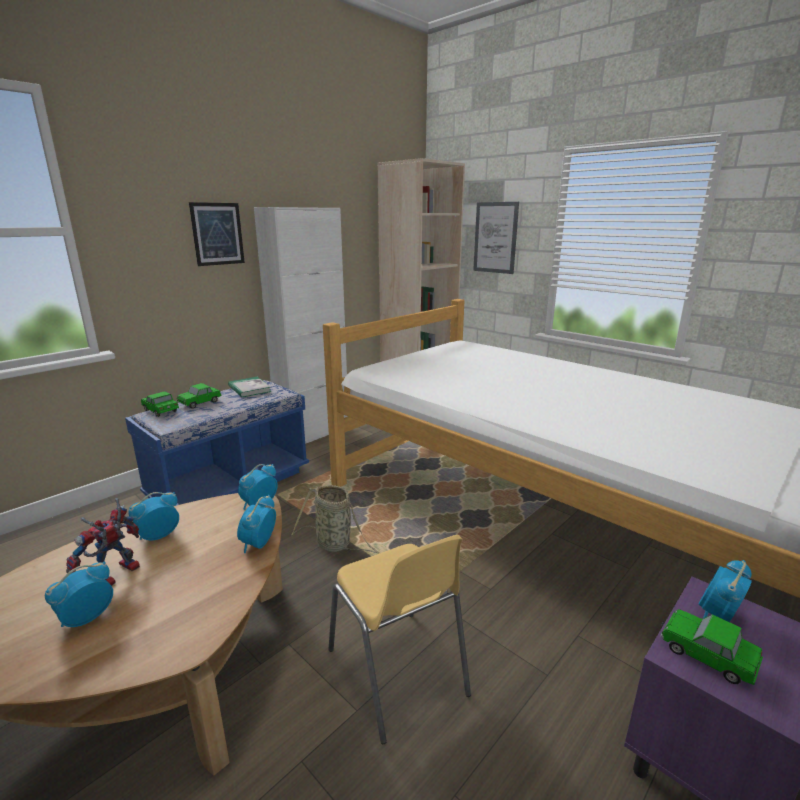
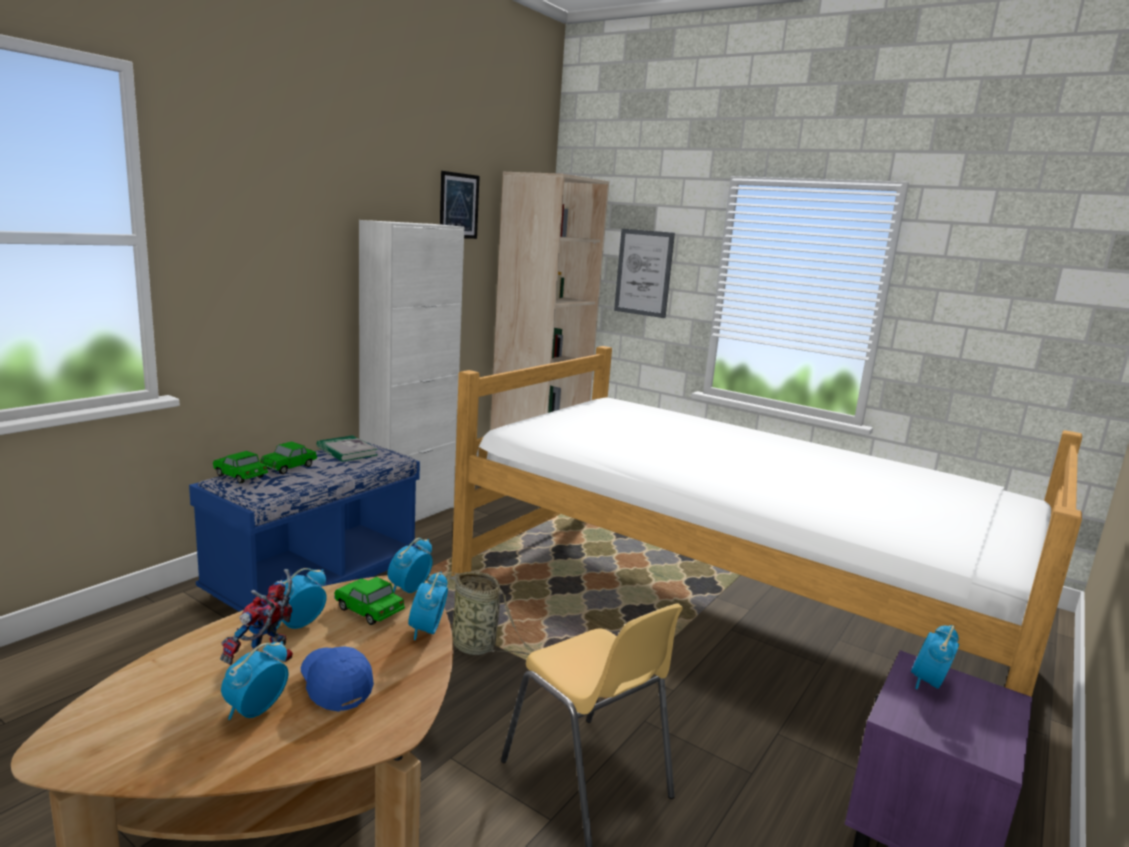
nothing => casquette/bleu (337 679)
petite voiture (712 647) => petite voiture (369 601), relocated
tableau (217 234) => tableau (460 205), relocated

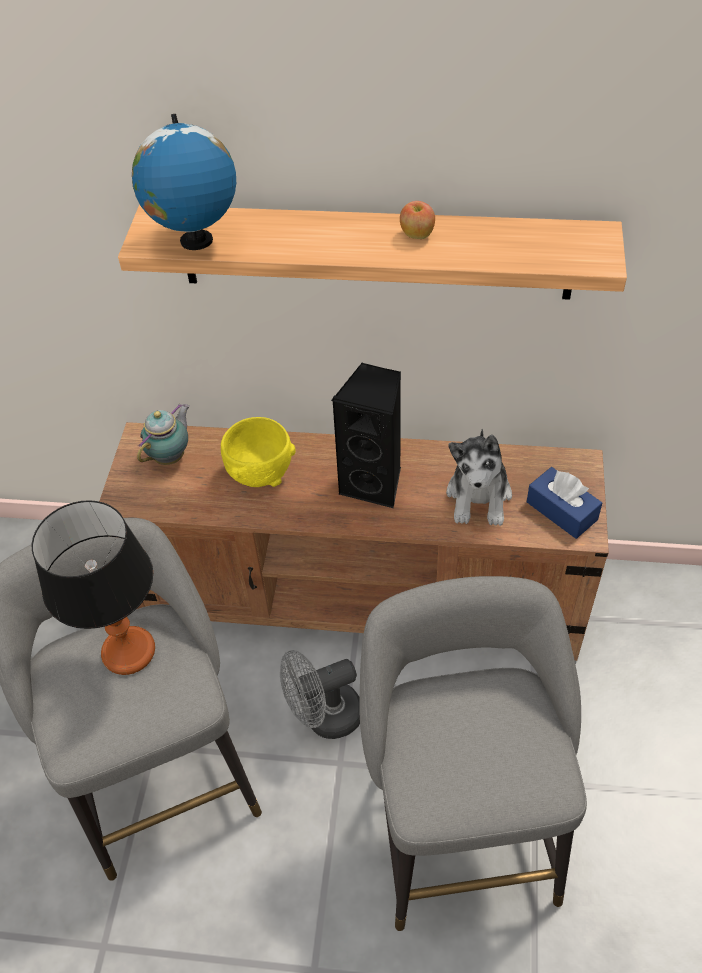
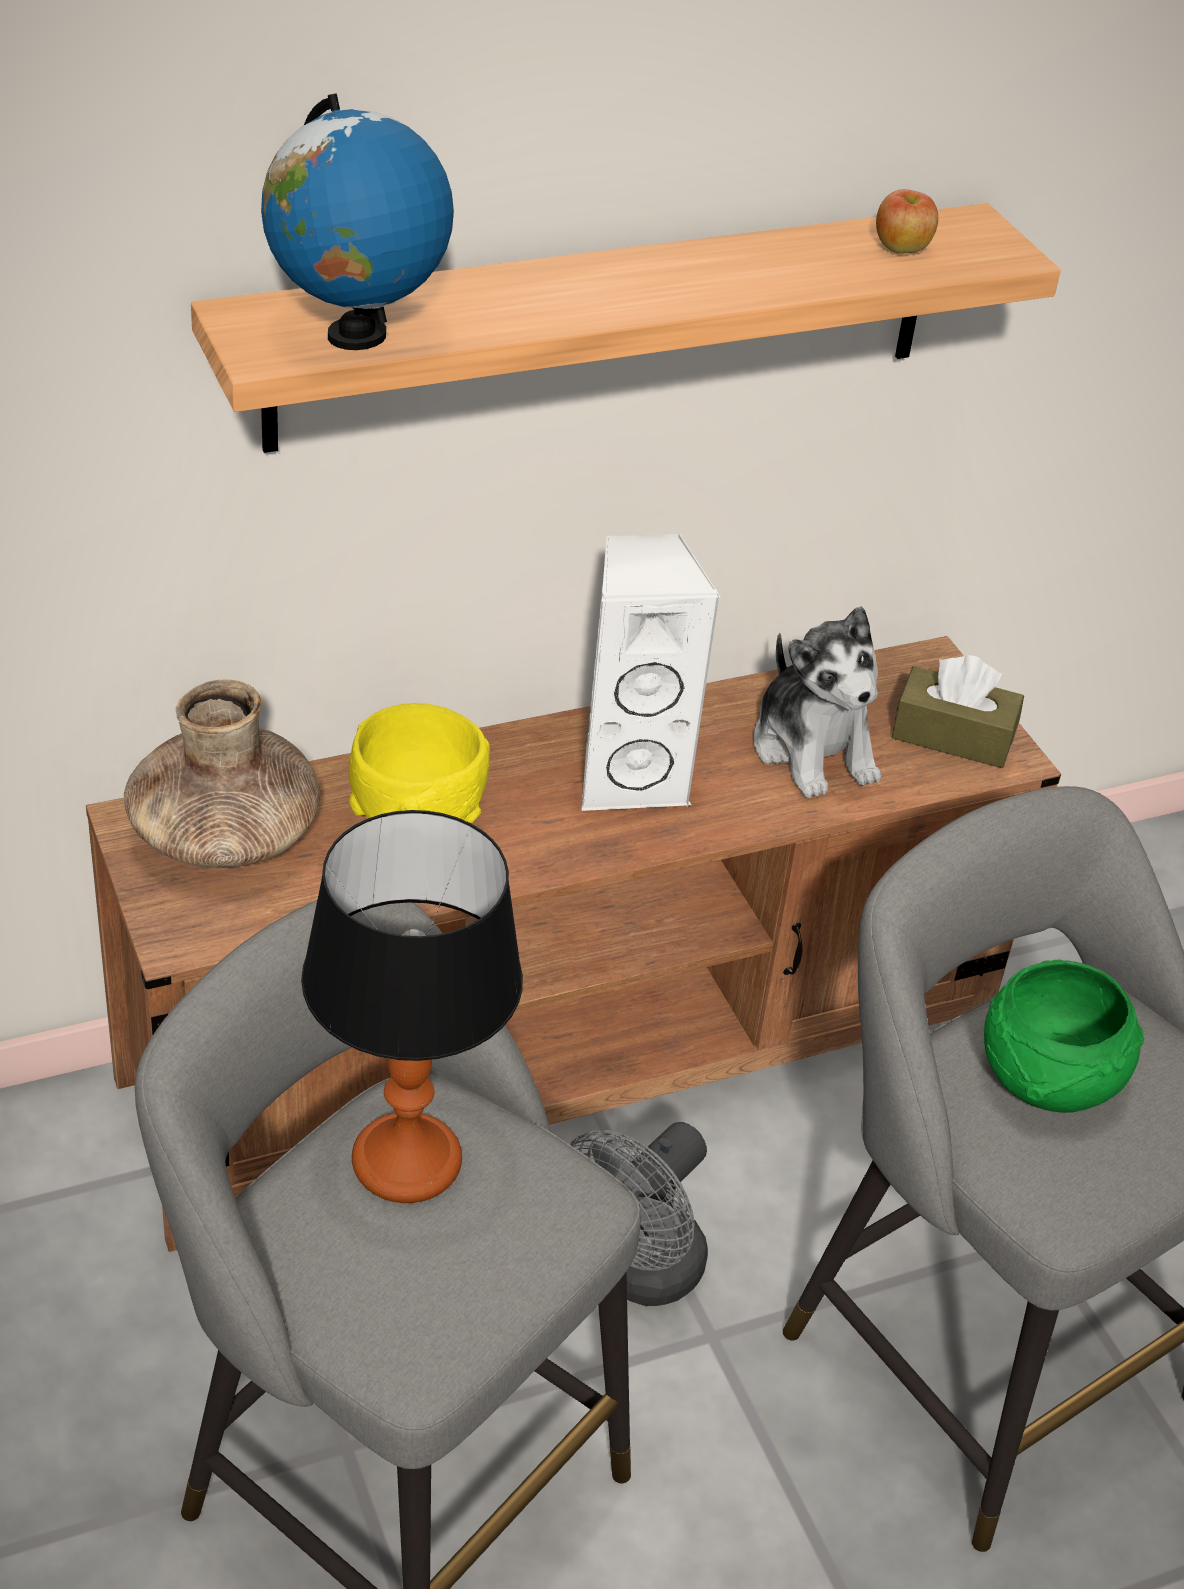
théière (163 434) => vase/marron (222 773)
enceinte/noir (366 435) => enceinte/blanc (651 672)
pomme (417 220) => pomme (907 221), relocated
boîte à mouchoirs/bleu (564 503) => boîte à mouchoirs/marron (958 711)
nothing => bol/vert (1064 1036)

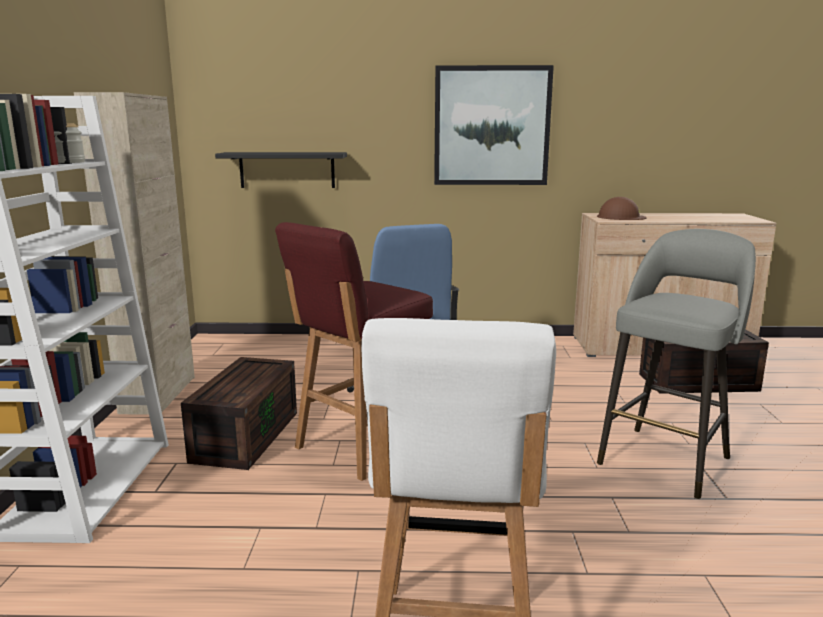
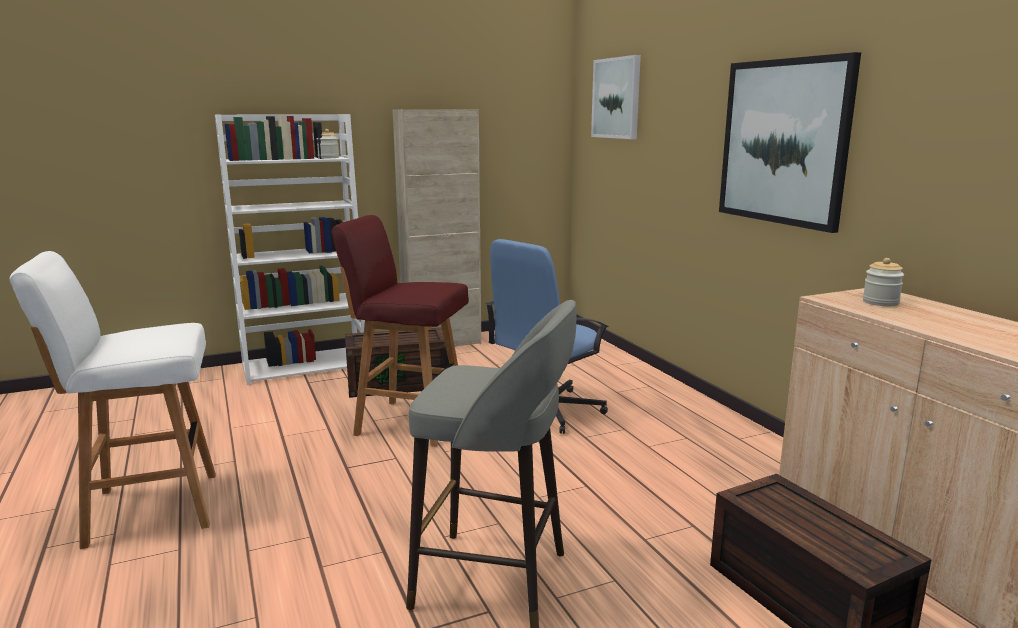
nothing => tableau (616 97)
casque de chantier/marron (622 208) => bocal (883 282)
étagère/noir (281 170) => nothing

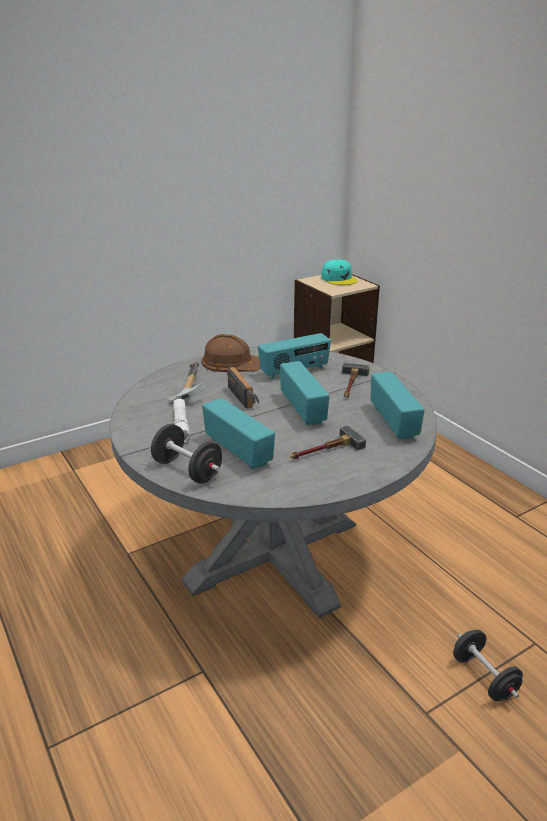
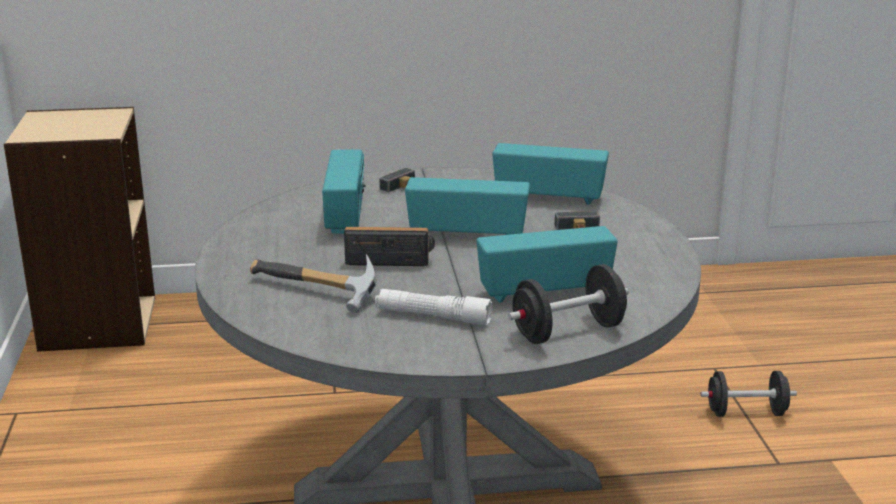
casque de chantier/marron (231 353) => nothing
casquette/turquoise (339 272) => nothing

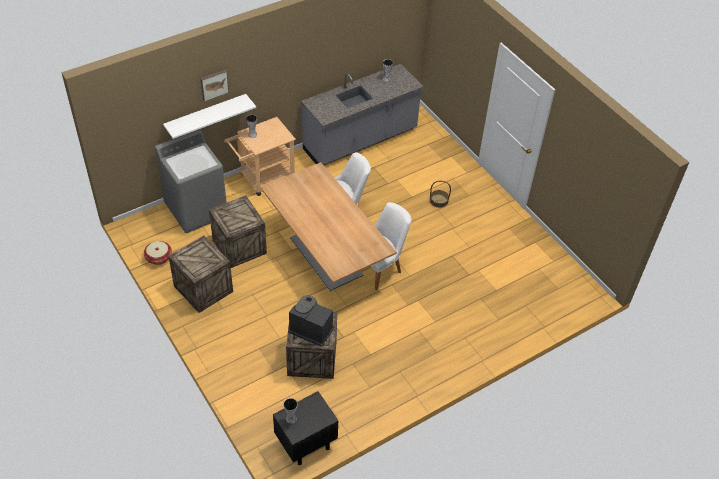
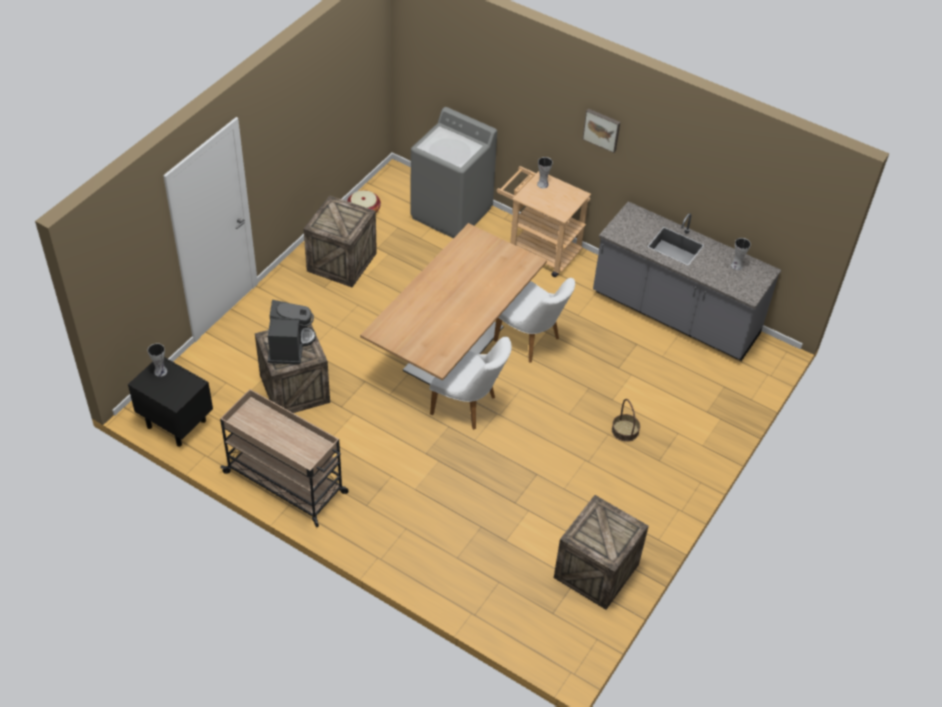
nothing => chariot/beige (284 458)
caisse (238 231) => caisse (601 552), relocated
tableau (214 85) => tableau (601 131), relocated
étagère/blanc (209 116) => nothing

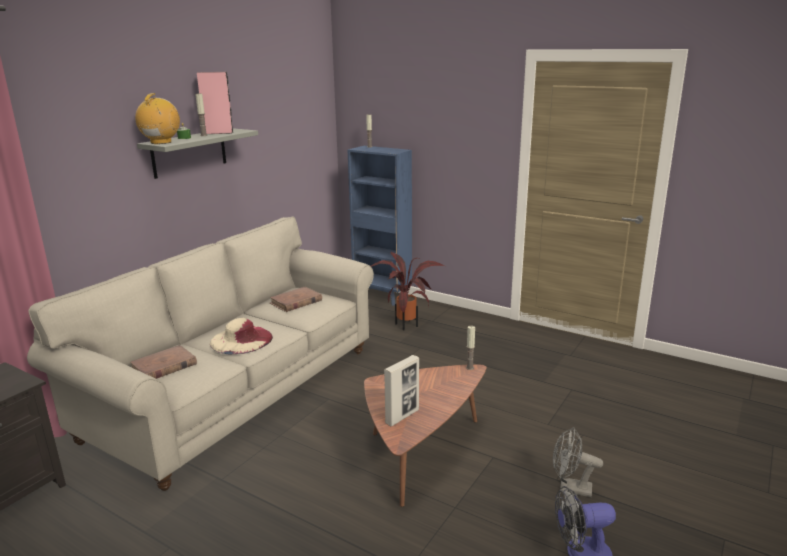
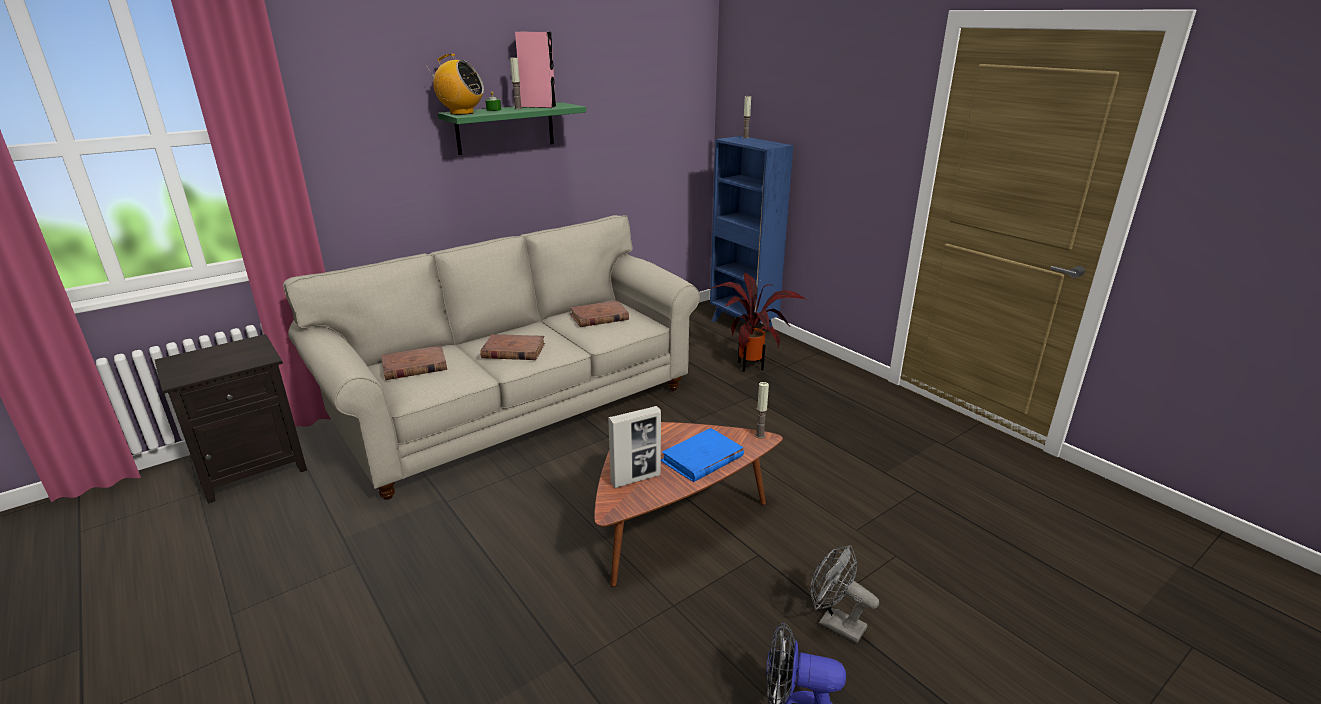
radio (157 118) => radio (455 84), 75 degrees clockwise
étagère/gris (197 153) => étagère/vert (512 129)
chapeau/beige (241 336) => livre/marron (512 347)
nothing => livre/bleu (702 455)

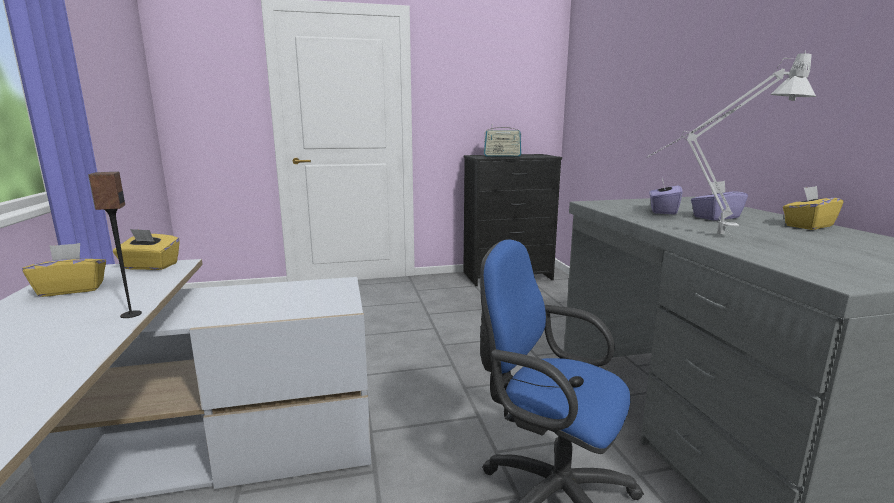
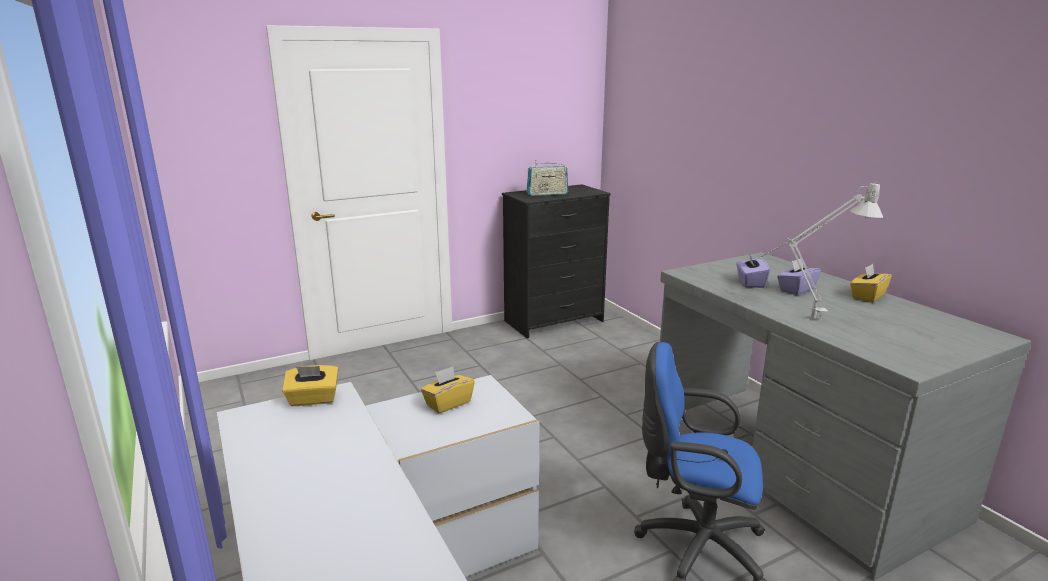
boîte à mouchoirs/jaune (64 270) => boîte à mouchoirs/jaune (448 390), relocated
enceinte (115 245) => nothing

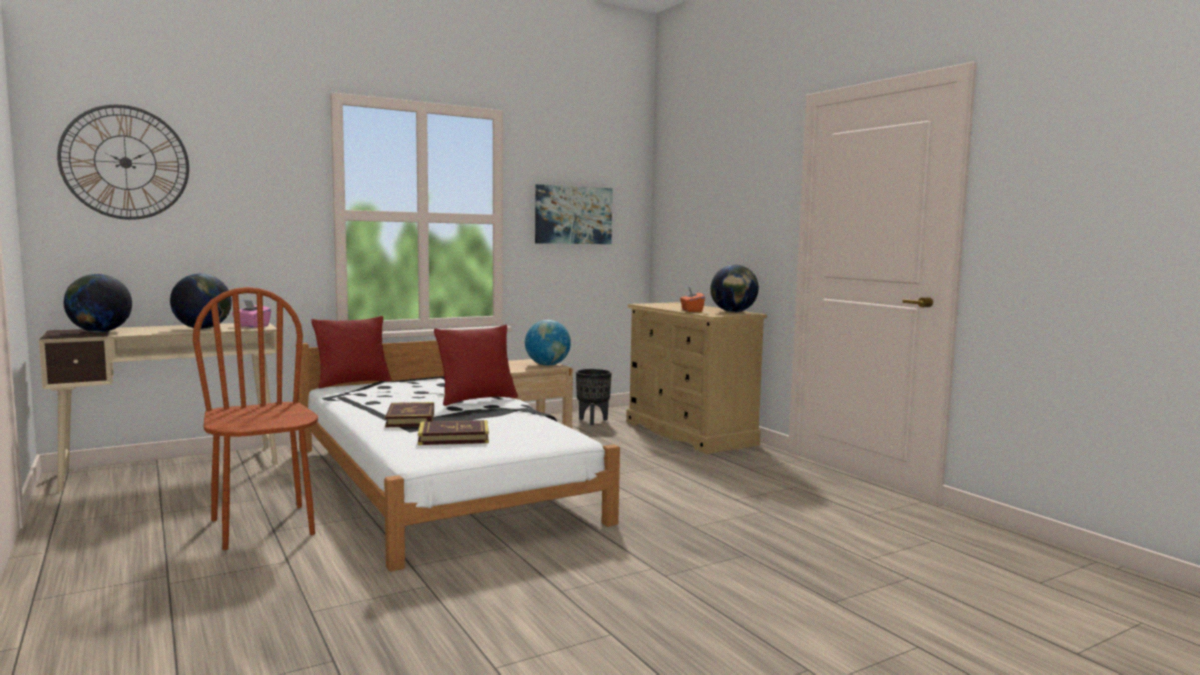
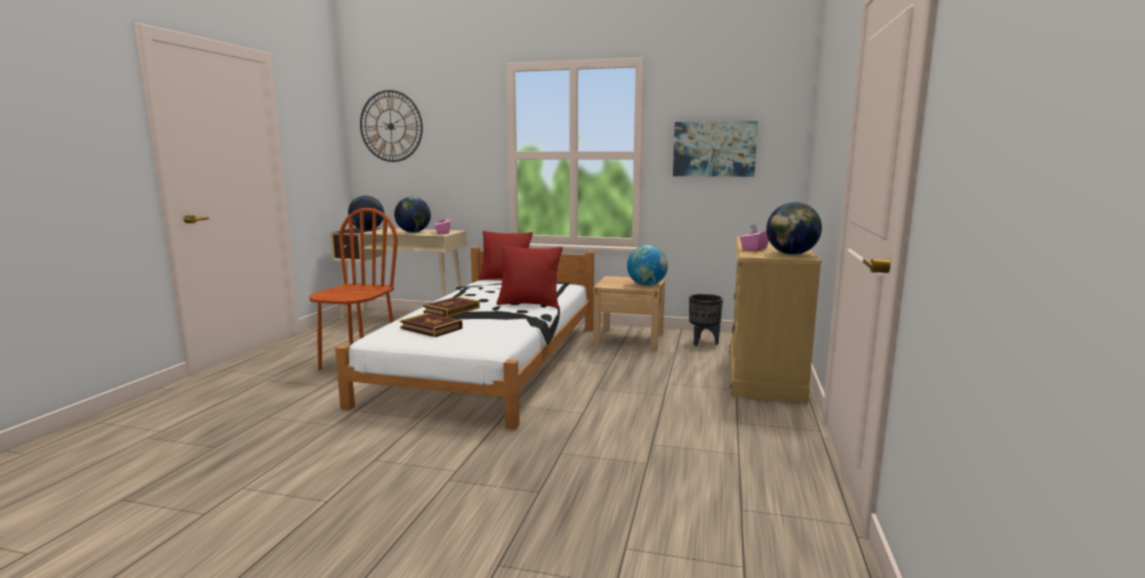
boîte à mouchoirs/orange (692 299) => boîte à mouchoirs/rose (754 237)

